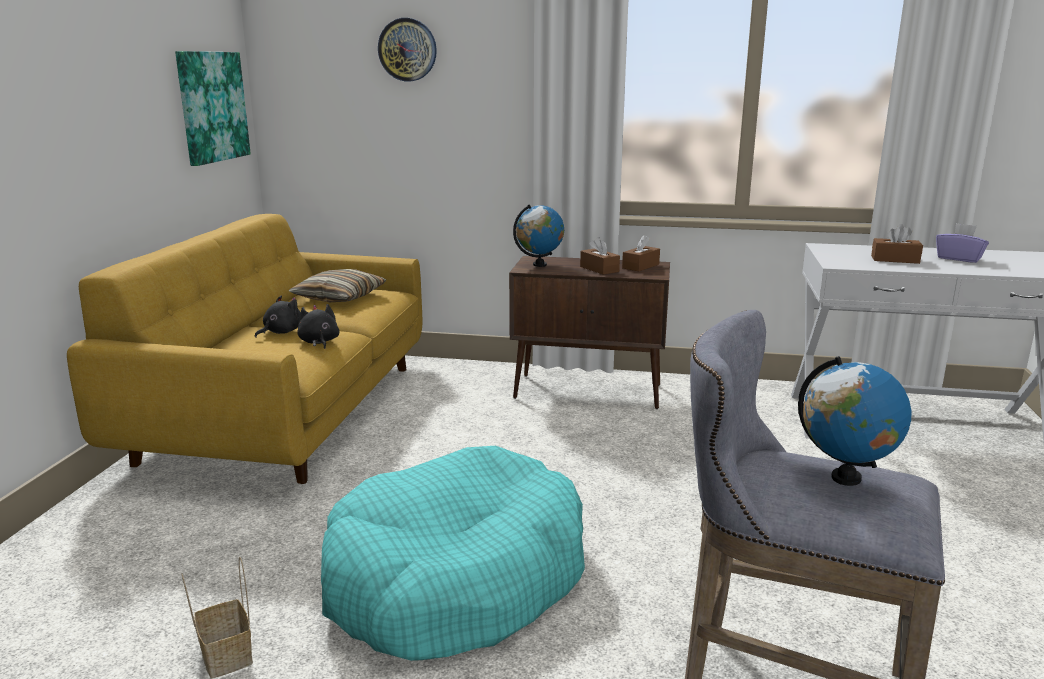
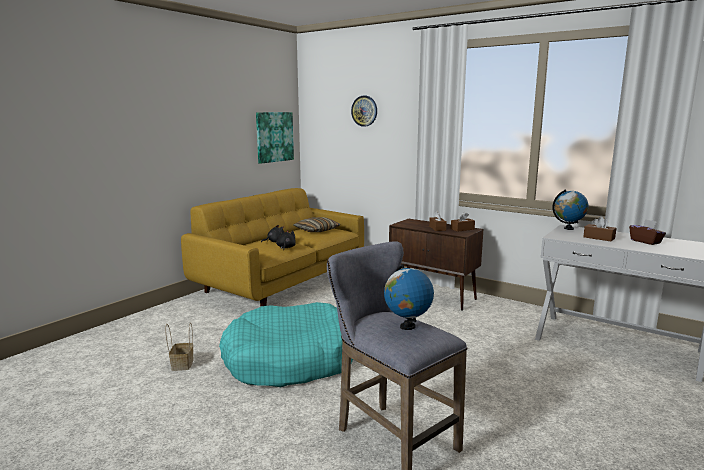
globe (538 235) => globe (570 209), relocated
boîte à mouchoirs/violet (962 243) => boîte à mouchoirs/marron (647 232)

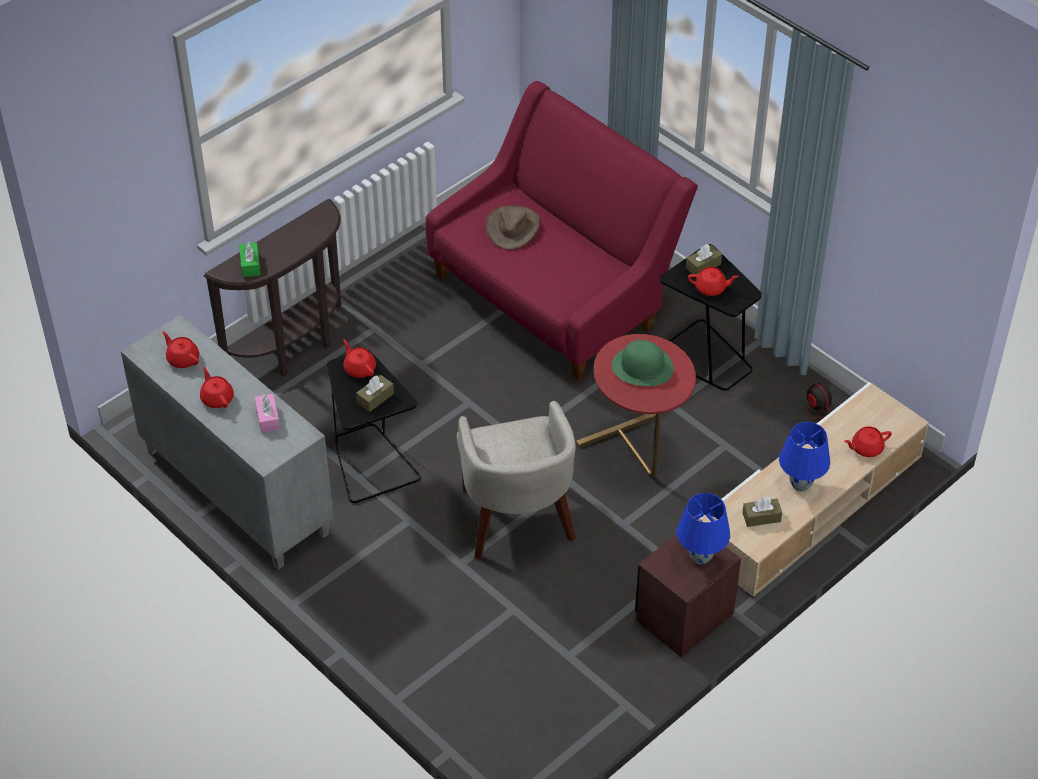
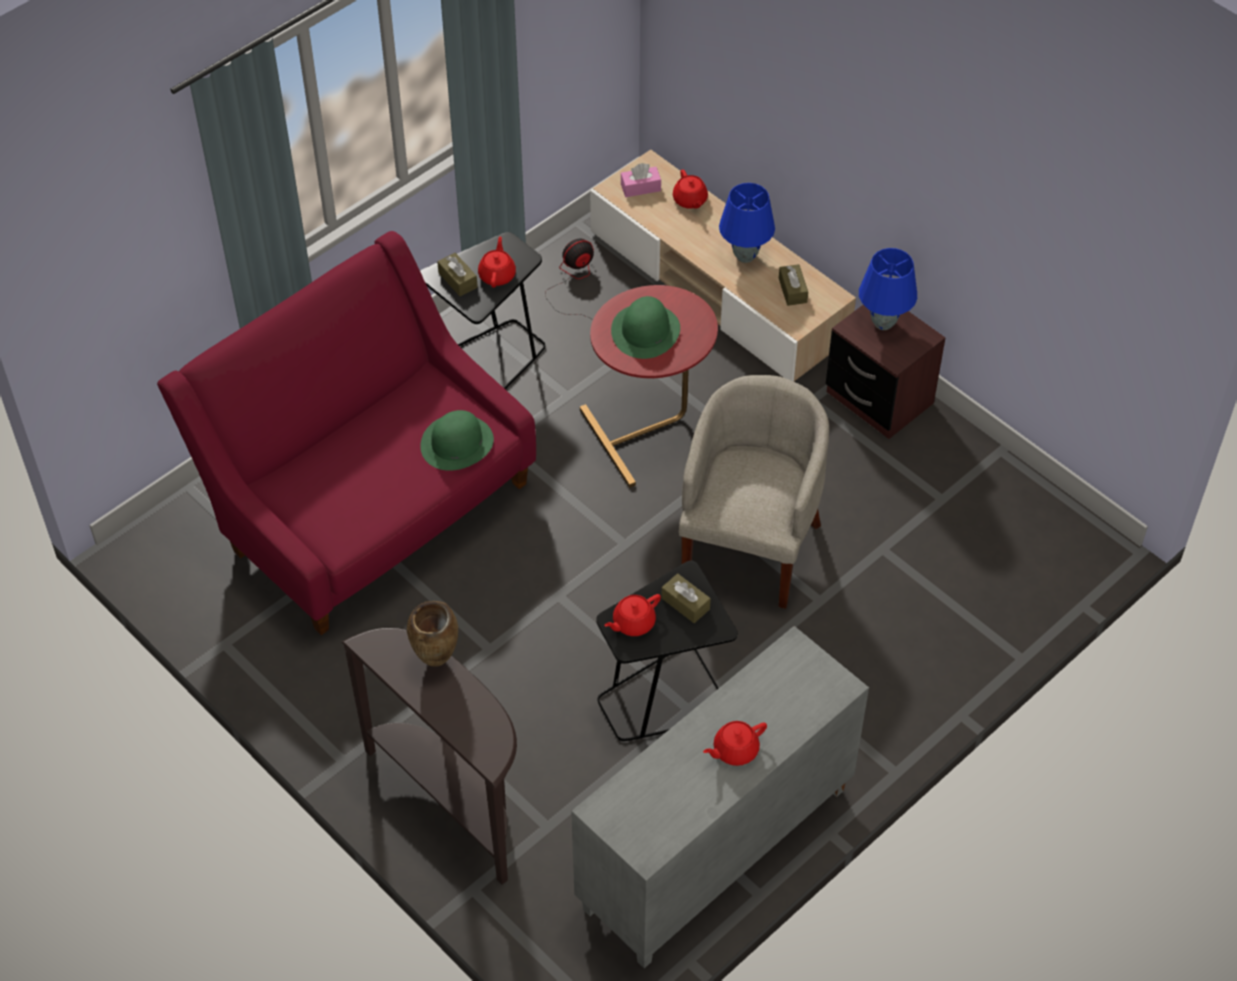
nothing => vase/marron (432 633)
nothing => chapeau/vert (457 440)
boîte à mouchoirs/rose (267 413) => boîte à mouchoirs/rose (641 180), relocated
fauteuil/beige (516 480) => fauteuil/beige (754 492), 60 degrees counterclockwise
théière/rouge (180 349) => nothing
boîte à mouchoirs/vert (249 259) => nothing
chapeau/marron (513 227) => nothing

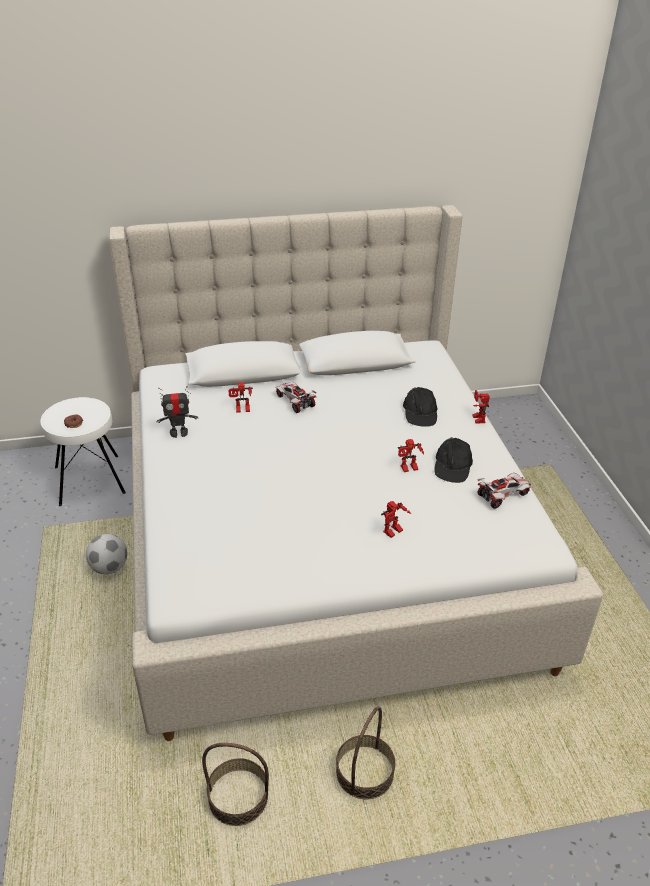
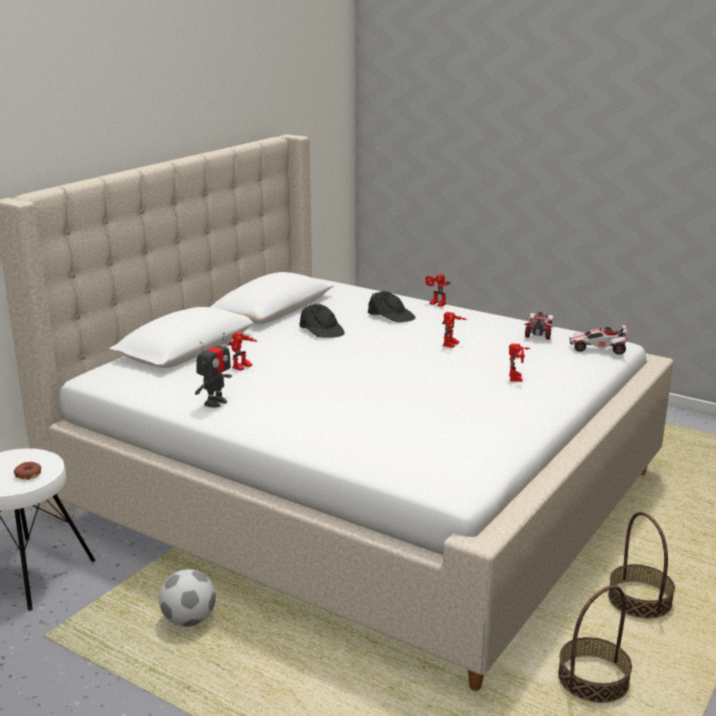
casquette/noir (453 460) => casquette/noir (322 321), relocated
petite voiture (296 397) => petite voiture (601 338), relocated

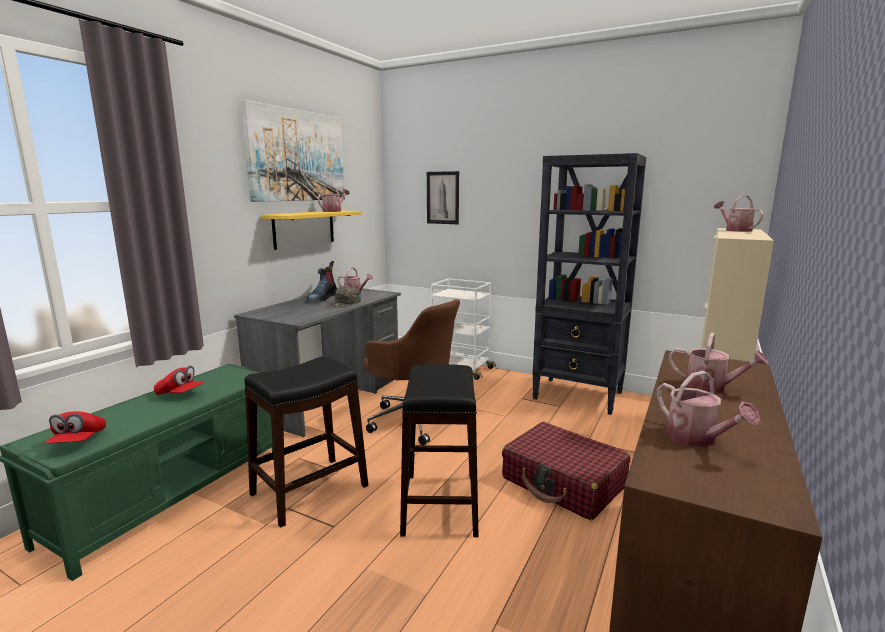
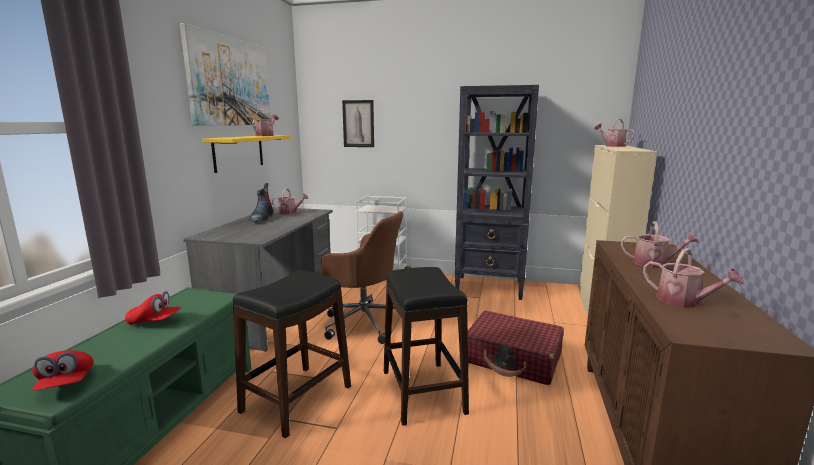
casquette/vert (344 297) => nothing

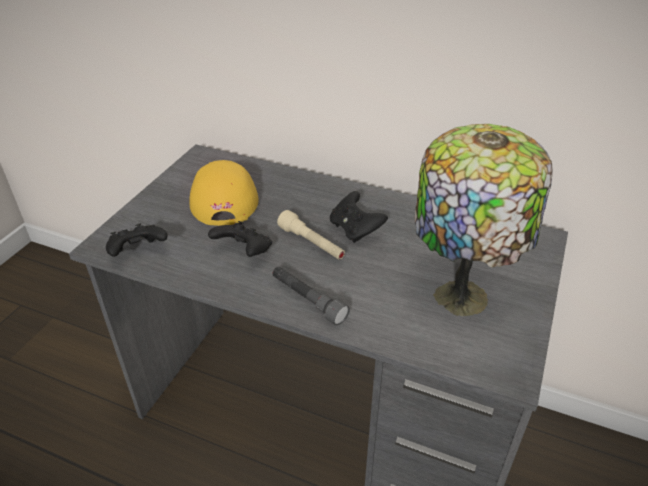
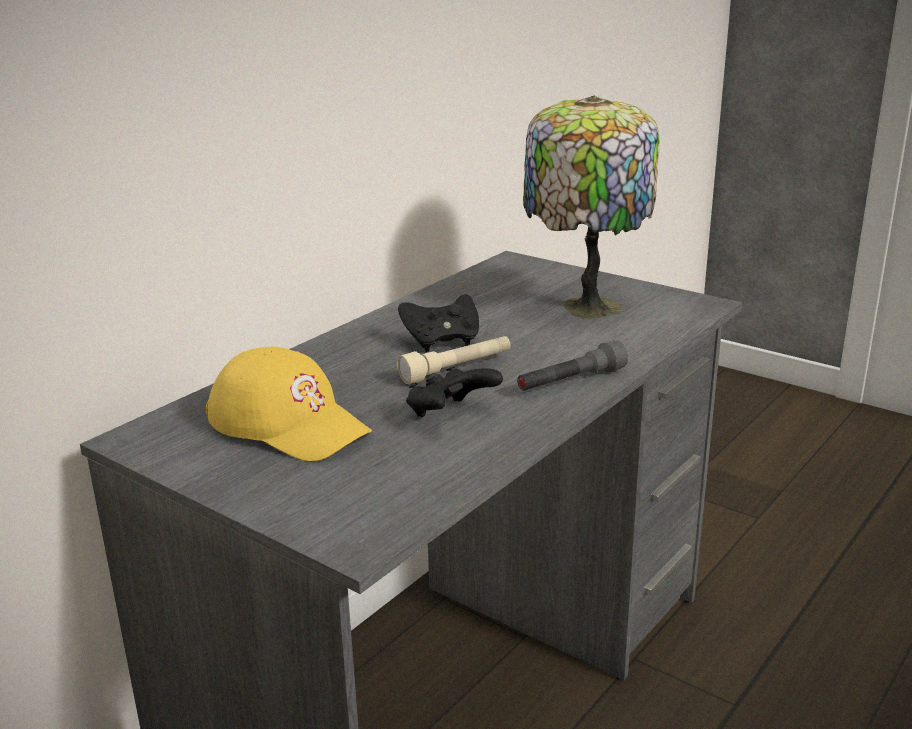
casquette/jaune (224 193) => casquette/jaune (289 404), 150 degrees counterclockwise
manette/noir (137 240) => nothing

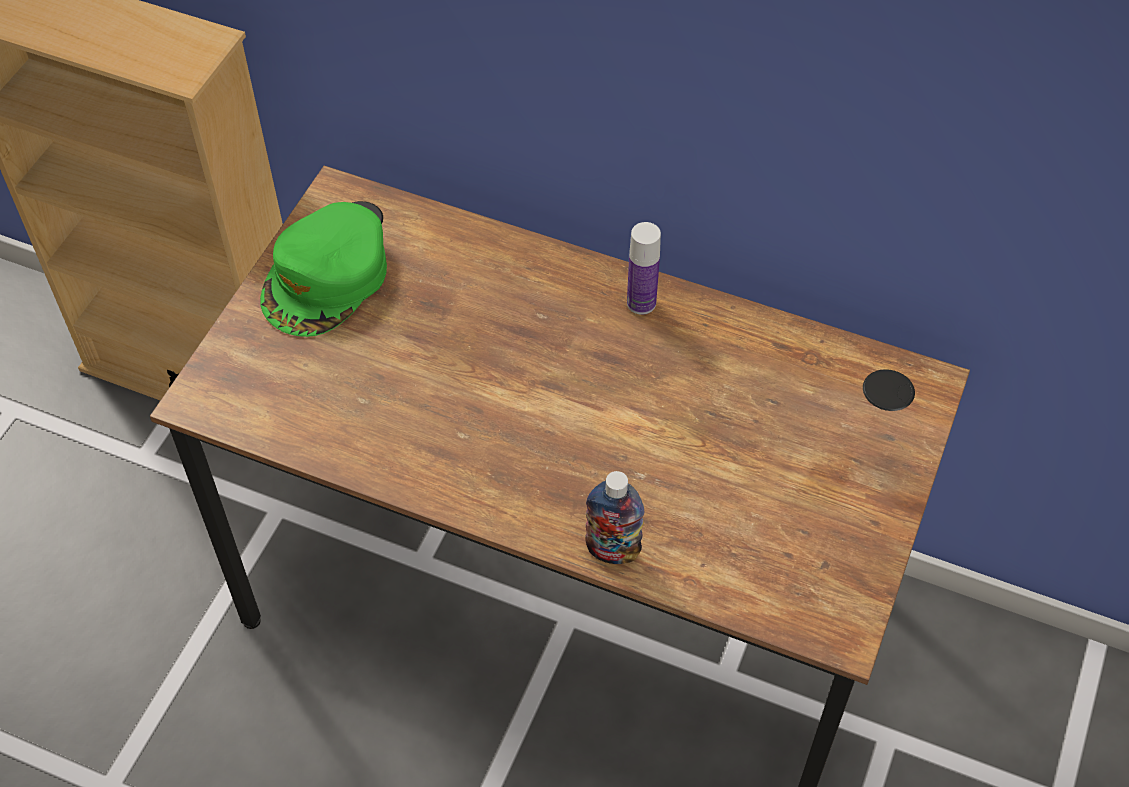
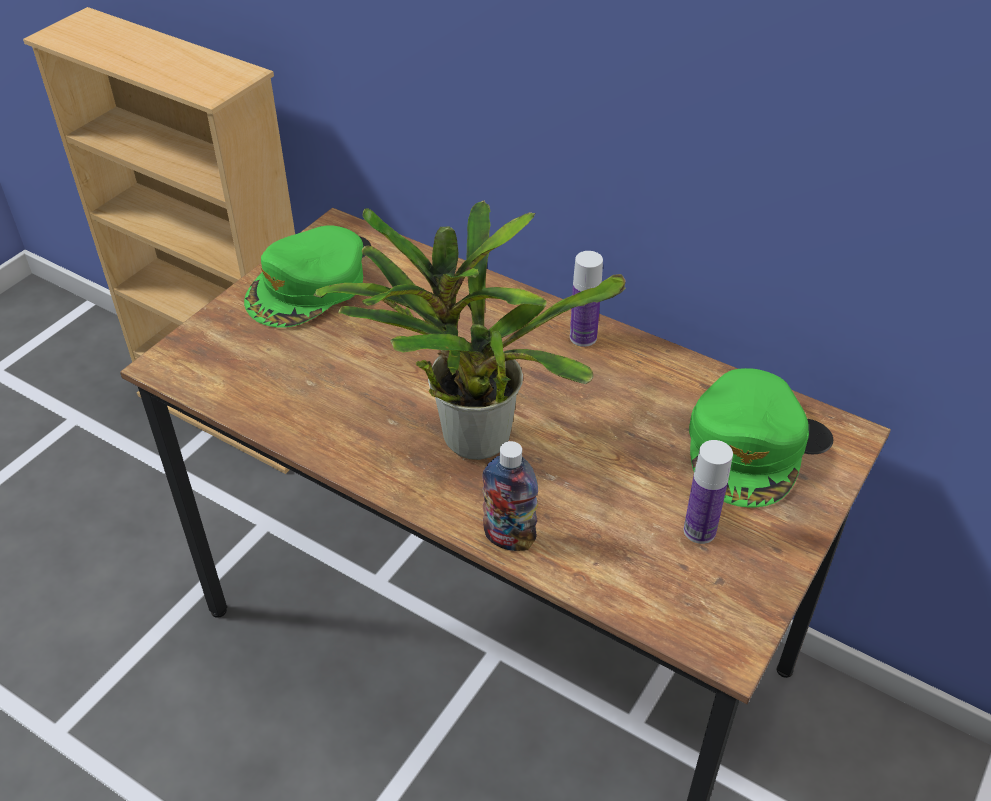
nothing => plante en pot (470 330)
nothing => bouteille (708 492)
nothing => casquette/vert (749 437)

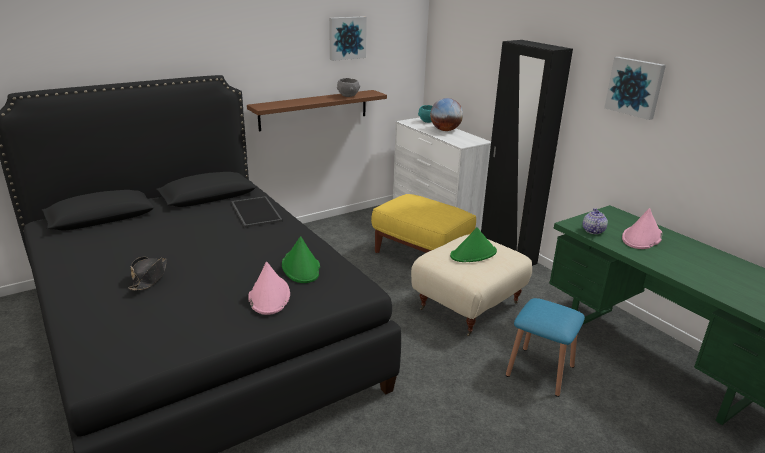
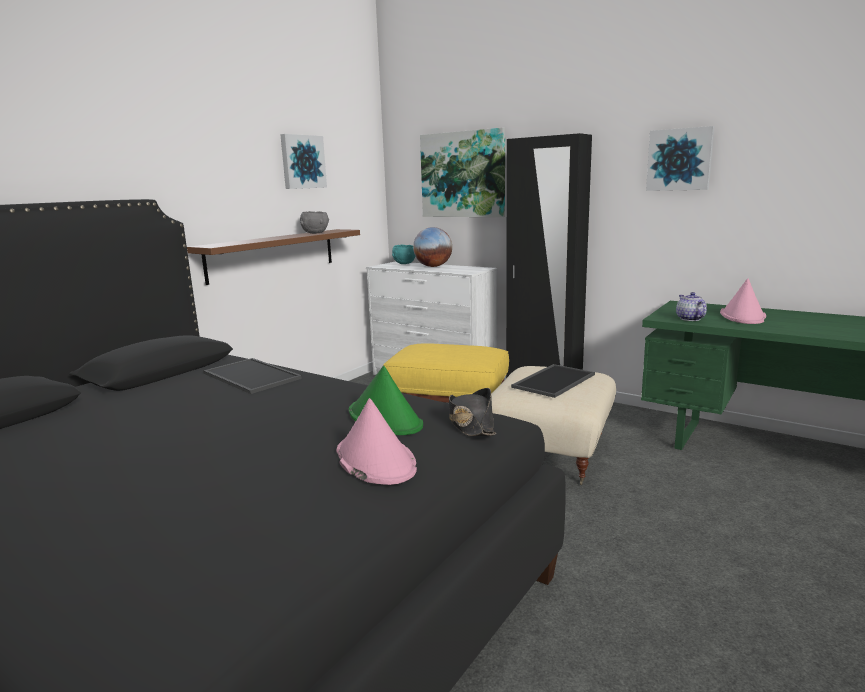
nothing => tableau (462 172)
chapeau/noir (147 274) => chapeau/noir (472 412), relocated
chapeau/vert (473 244) => plateau (553 381)
tabouret/bleu (545 347) => nothing

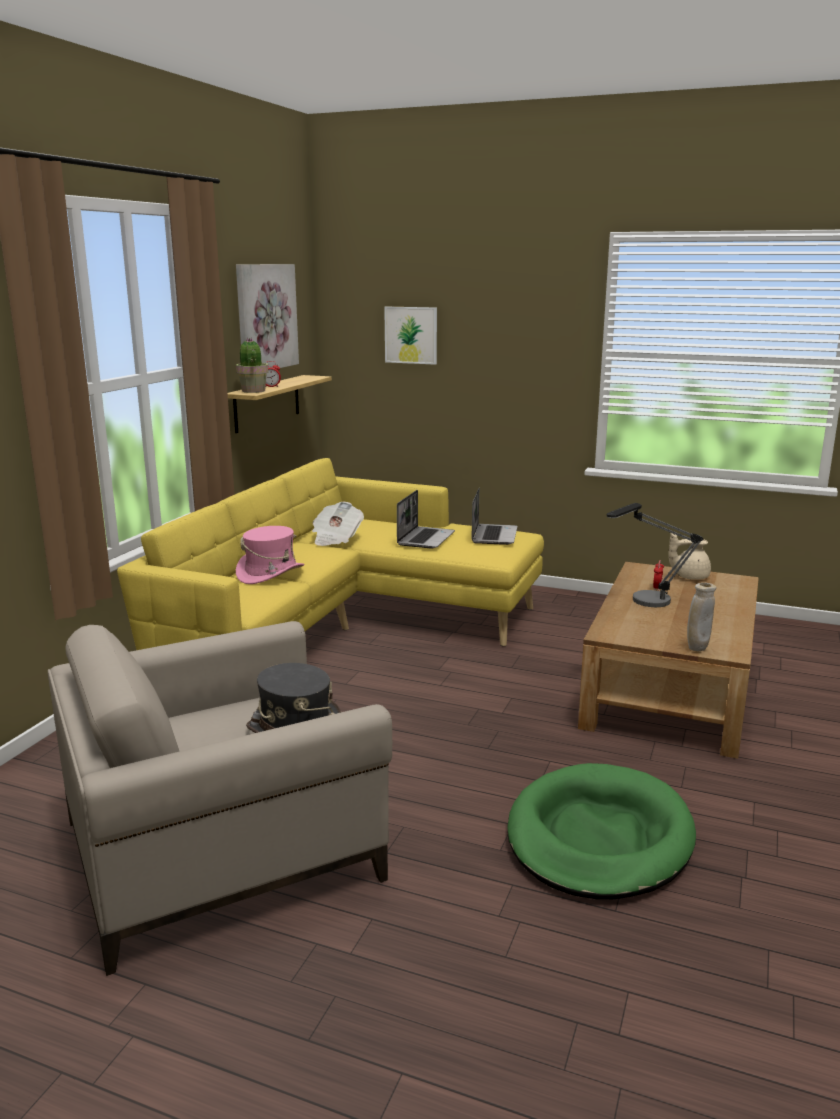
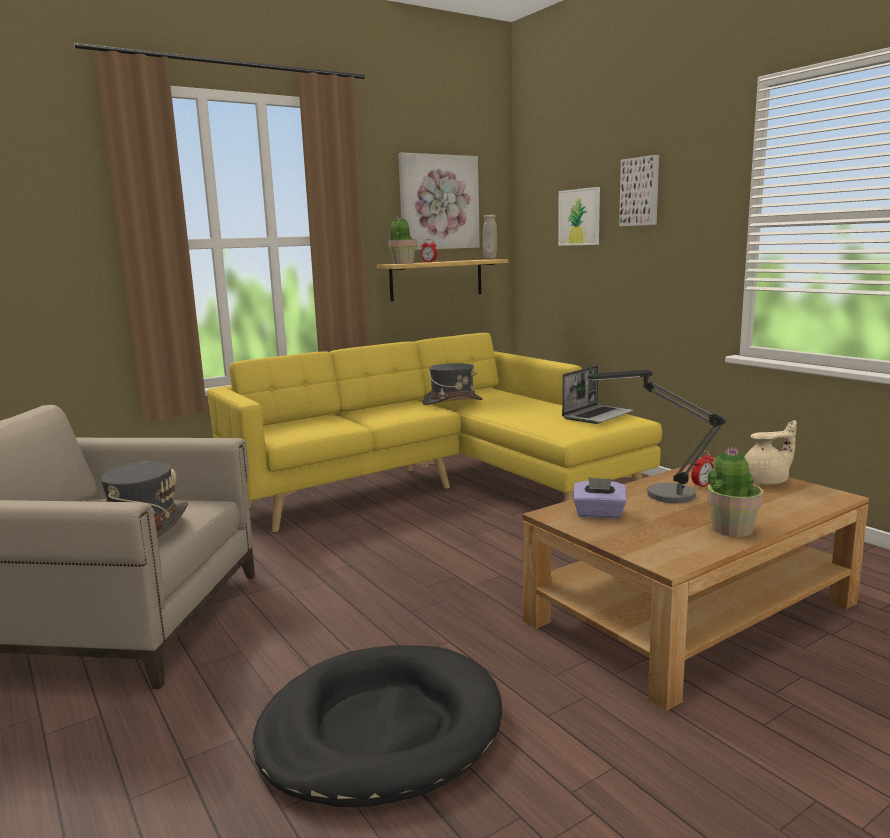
panier pour chien/vert (601 831) => panier pour chien/noir (377 726)
journal (338 524) => chapeau/gris (452 384)
vase/beige (701 617) => vase/beige (490 237), relocated
nothing => boîte à mouchoirs/violet (599 498)
nothing => tableau (639 190)
nothing => plante en pot (735 492)
théière/beige (689 556) => théière/beige (770 452), 135 degrees clockwise
chapeau/rose (270 555) => nothing
ordinateur portable (426 519) => nothing

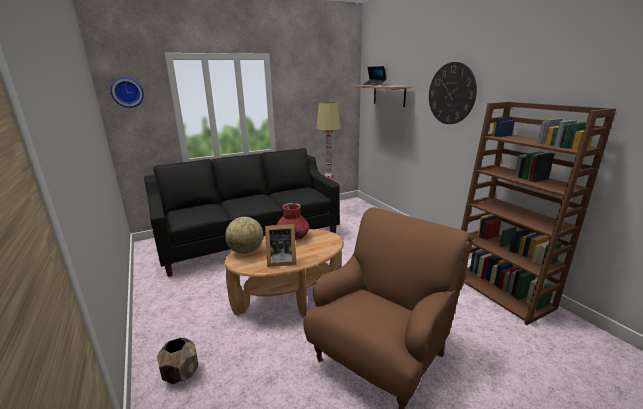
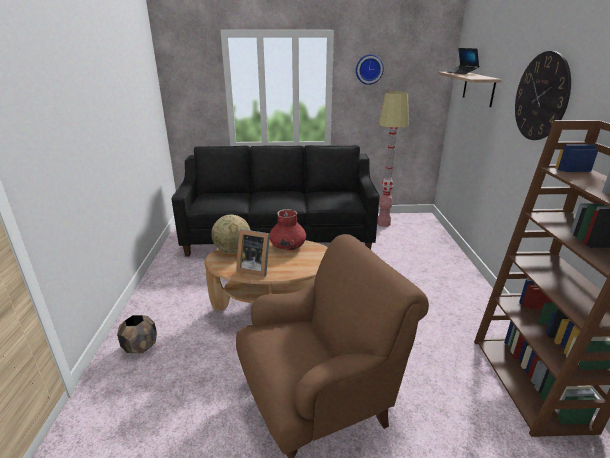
horloge murale (127 92) => horloge murale (370 69), relocated

